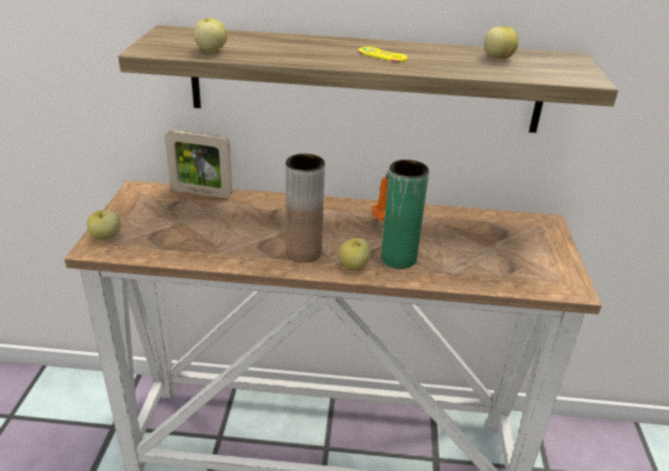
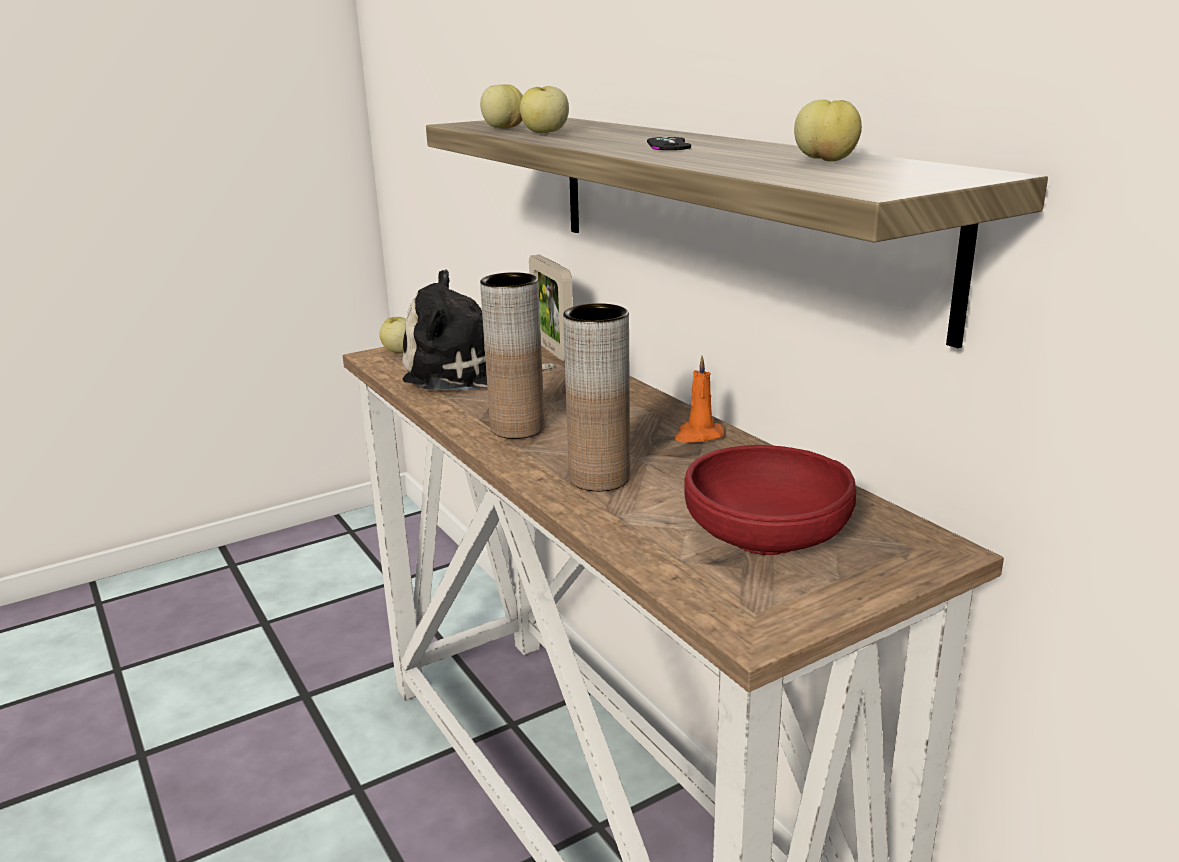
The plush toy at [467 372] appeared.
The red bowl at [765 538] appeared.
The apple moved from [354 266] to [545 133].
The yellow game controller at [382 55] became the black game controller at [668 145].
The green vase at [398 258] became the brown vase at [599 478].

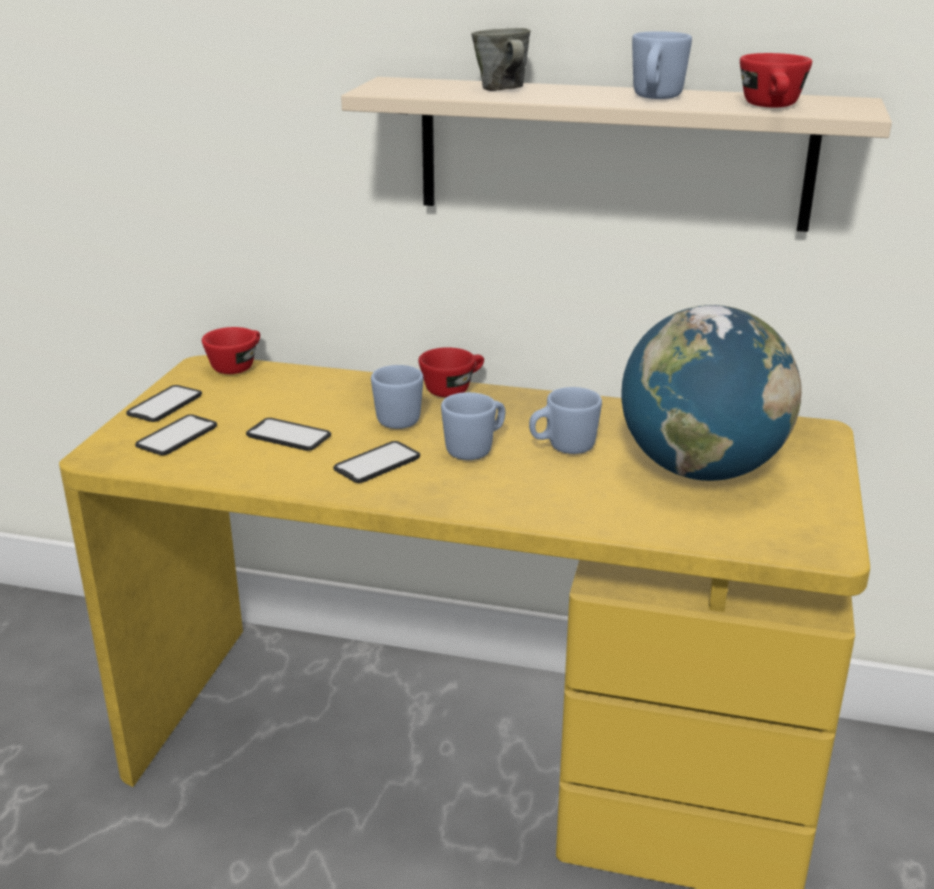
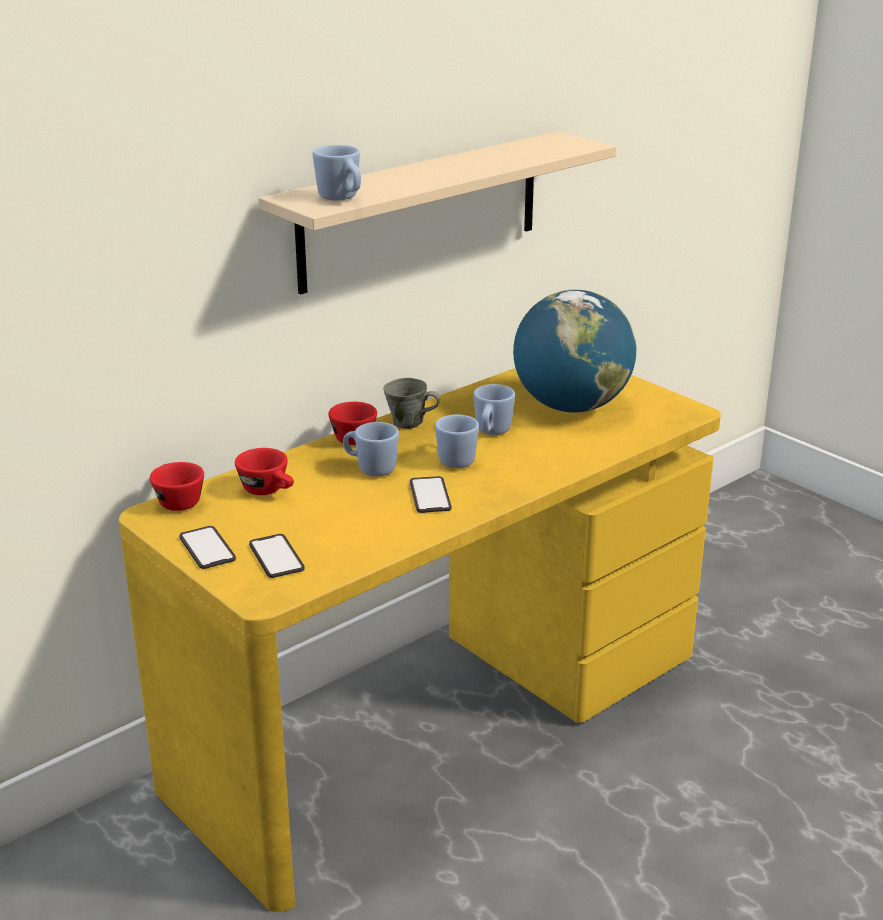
The phone at [288 436] disappeared.
The grey mug moved from [502 88] to [410 423].
The blue mug moved from [655 98] to [342 199].
The red cup moved from [773 106] to [269 491].

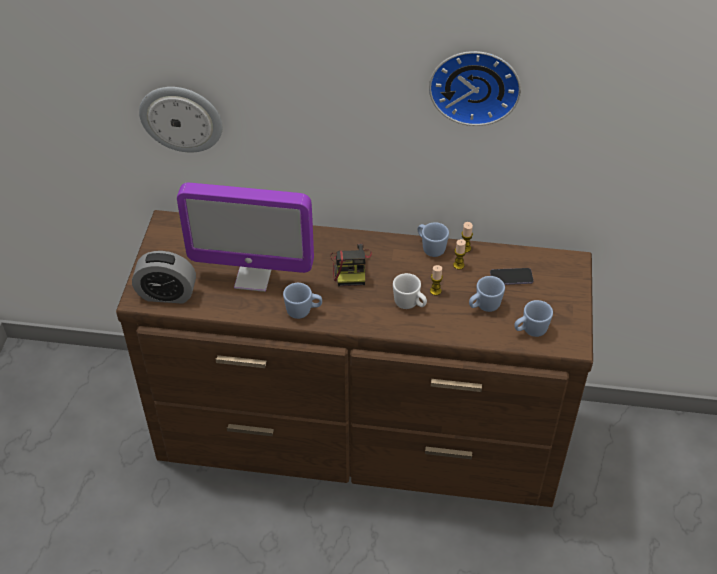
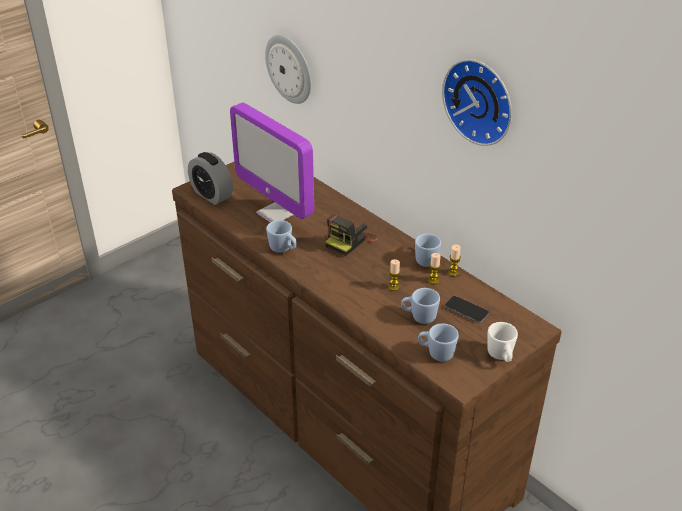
The white mug moved from [409 304] to [501 356].

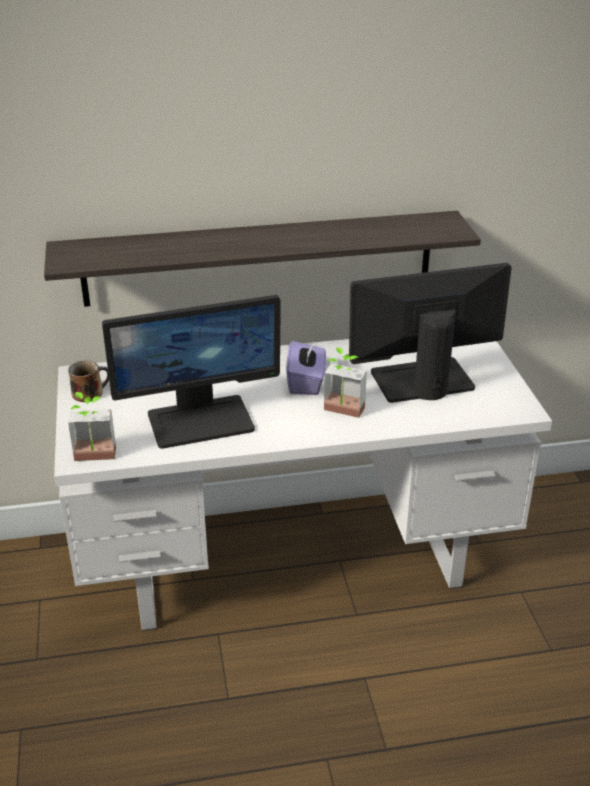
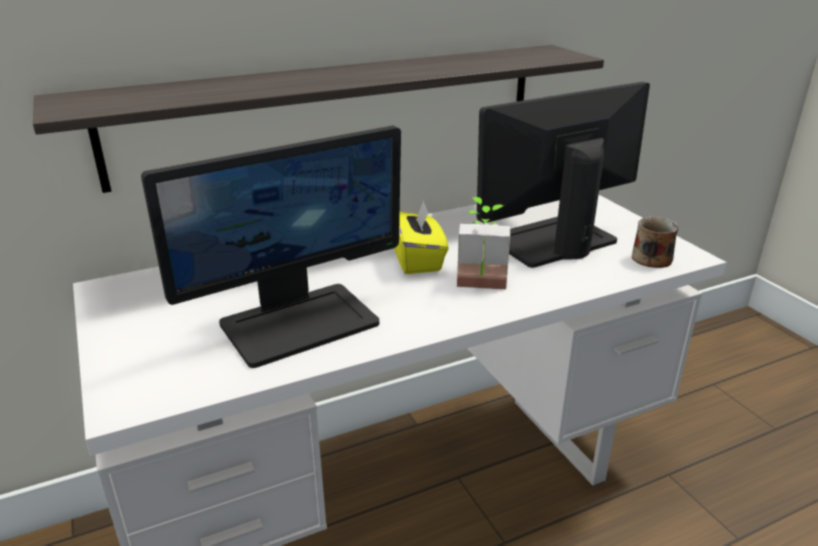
The potted plant at [94 459] disappeared.
The mug moved from [89 392] to [653 257].
The purple tissue box at [306 382] became the yellow tissue box at [417 259].

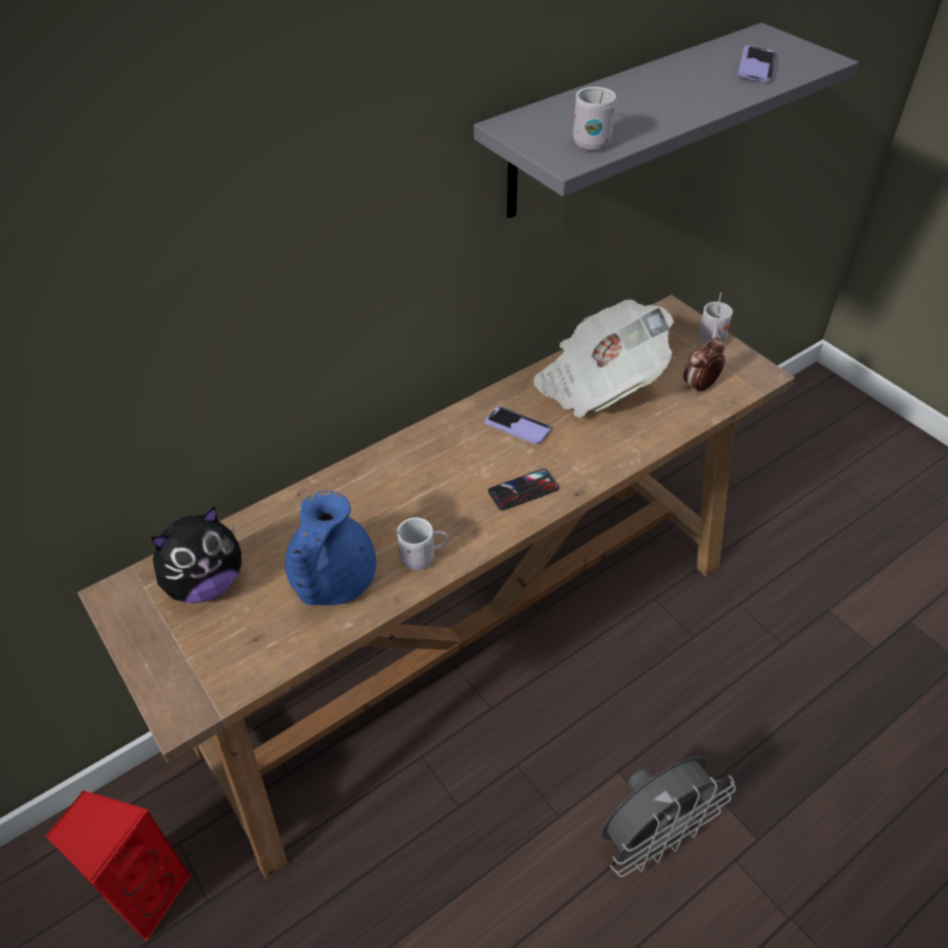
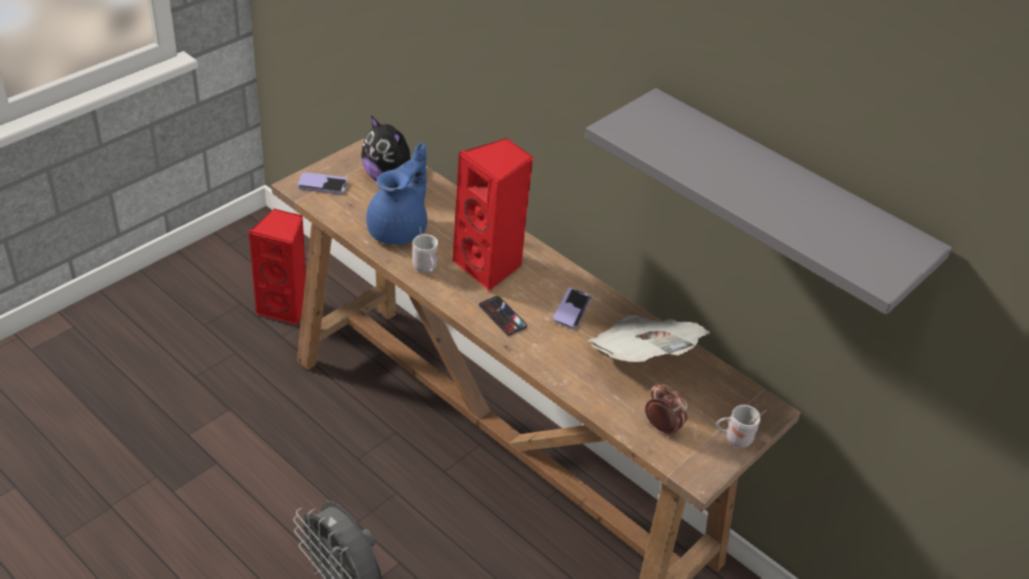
The white mug at [590 141] disappeared.
The red speaker at [490 266] appeared.
The phone moved from [756 66] to [323 185].
The blue teapot at [330 581] turned 120 degrees clockwise.

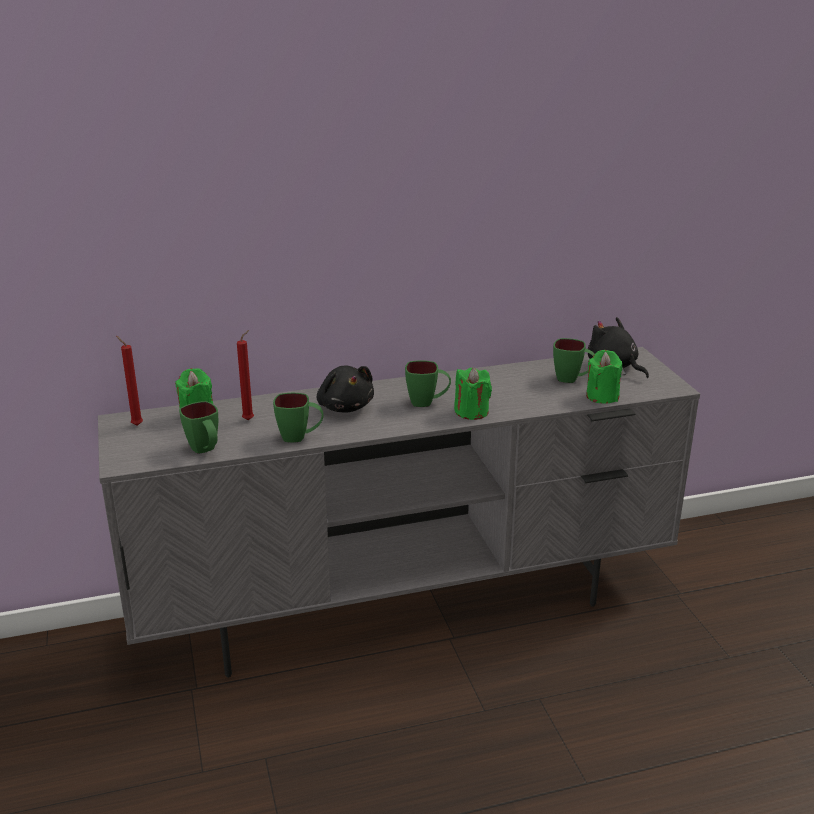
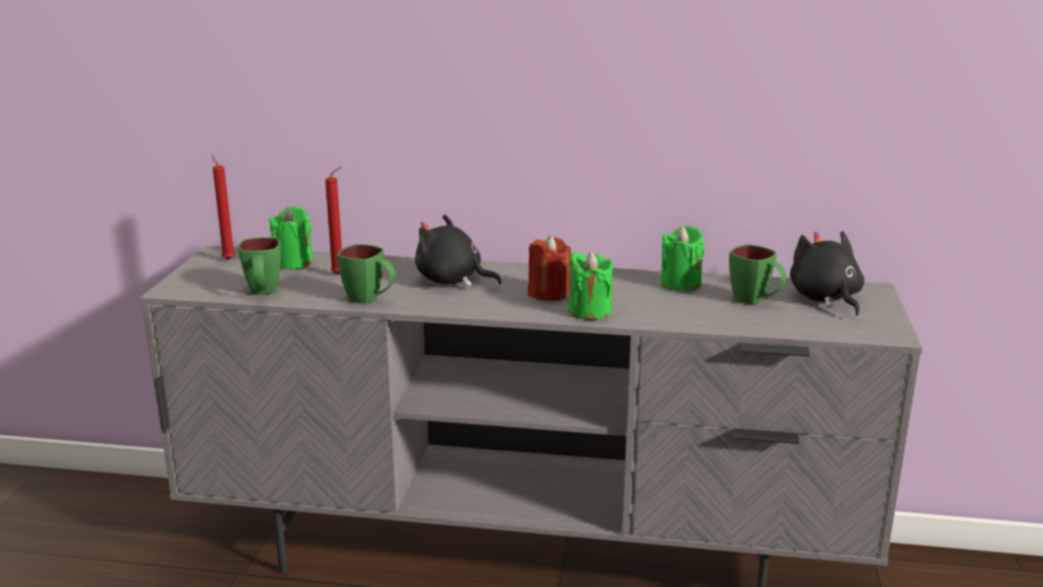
The green candle moved from [602 396] to [680 284].
The green mug at [427 402] was replaced by the red candle at [548 293].
The black plush toy at [345 406] turned 120 degrees clockwise.

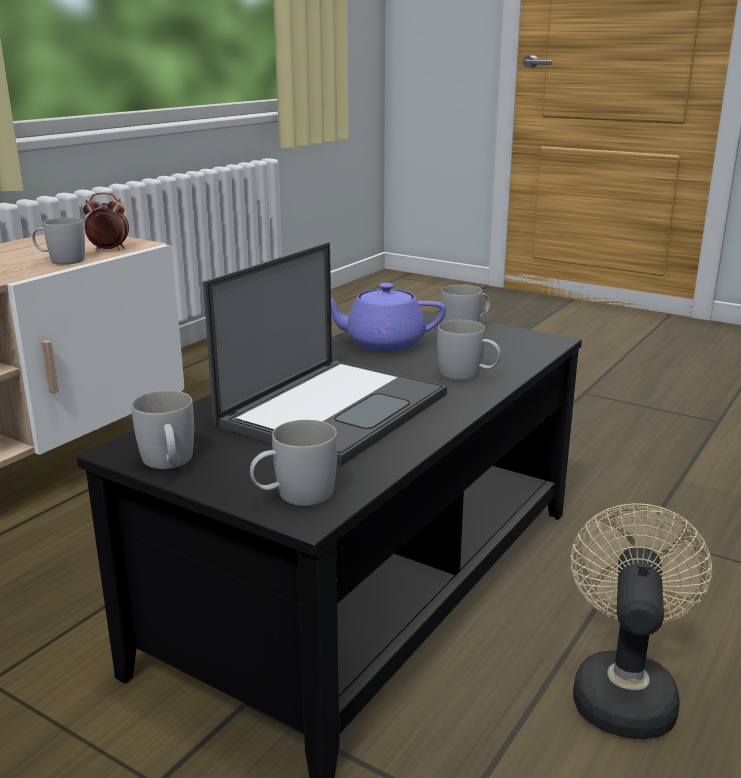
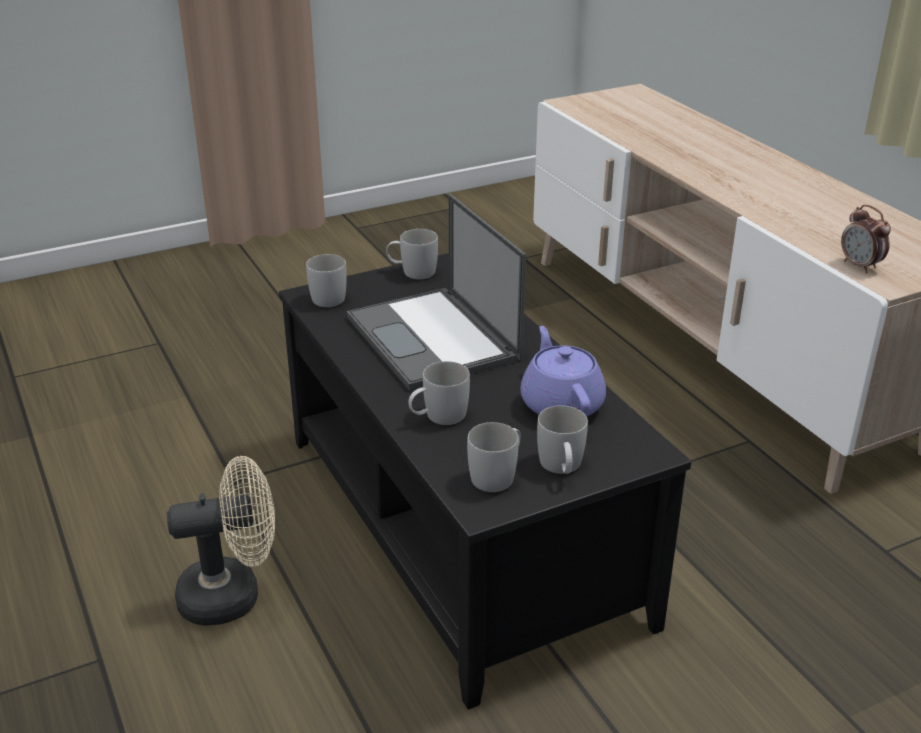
The white mug moved from [61 260] to [497 475].
The alarm clock at [109 250] turned 120 degrees clockwise.
The purple teapot at [383 343] turned 45 degrees counterclockwise.
The beige fan at [623 690] turned 60 degrees counterclockwise.

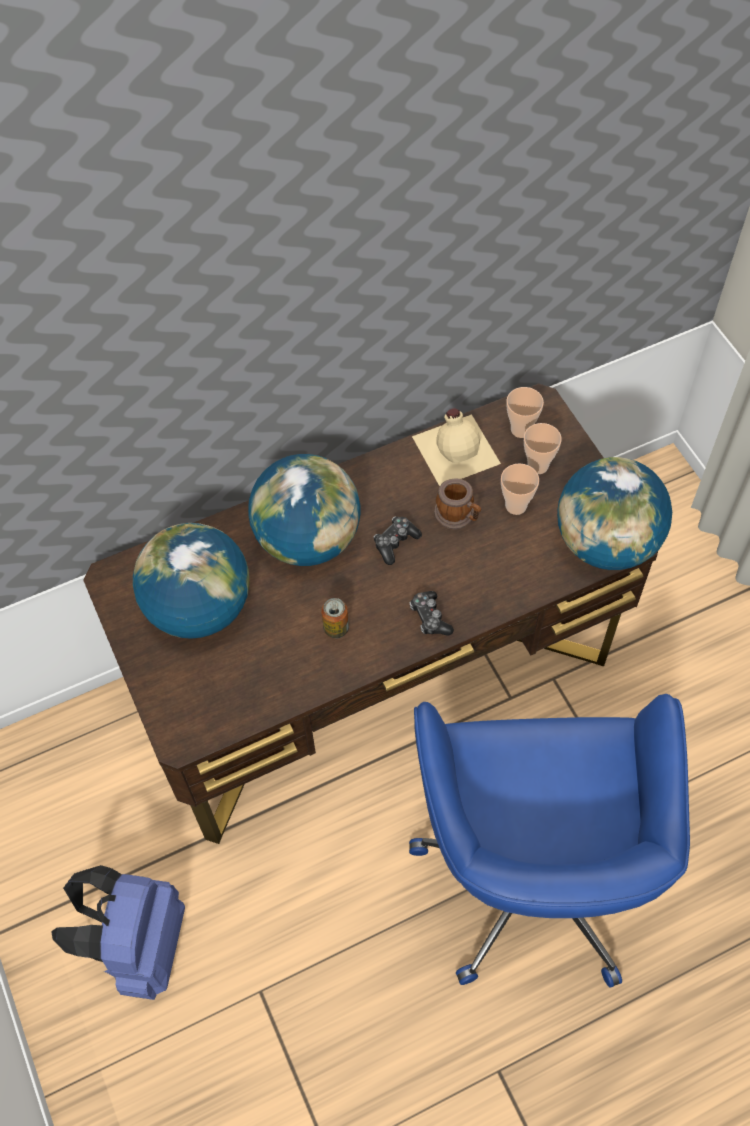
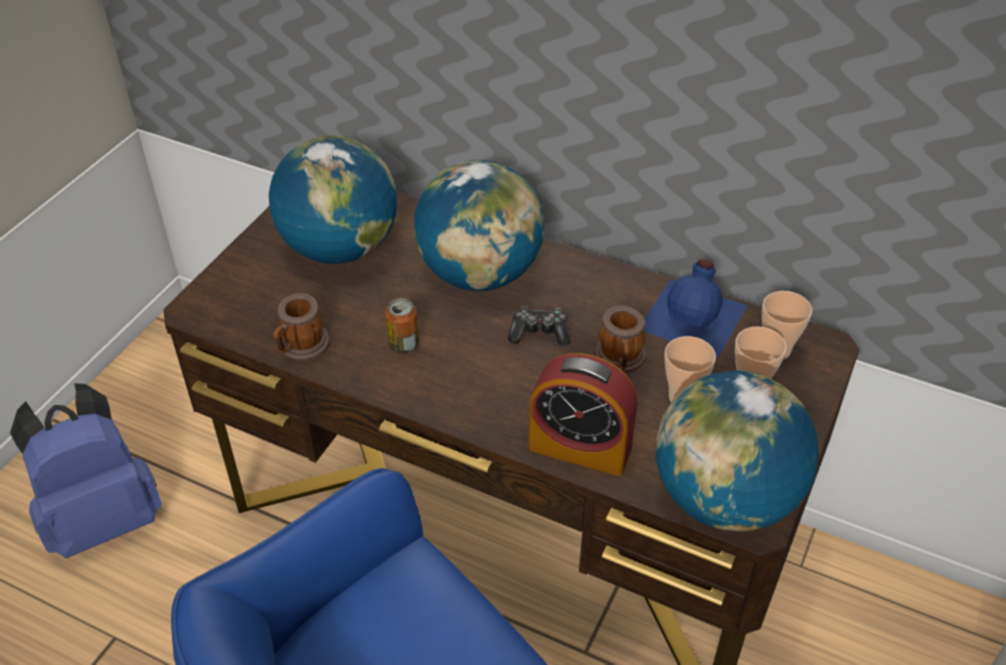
The game controller at [430 618] disappeared.
The mug at [300 347] appeared.
The alarm clock at [580 447] appeared.
The beige bottle at [456 448] became the blue bottle at [695 316].

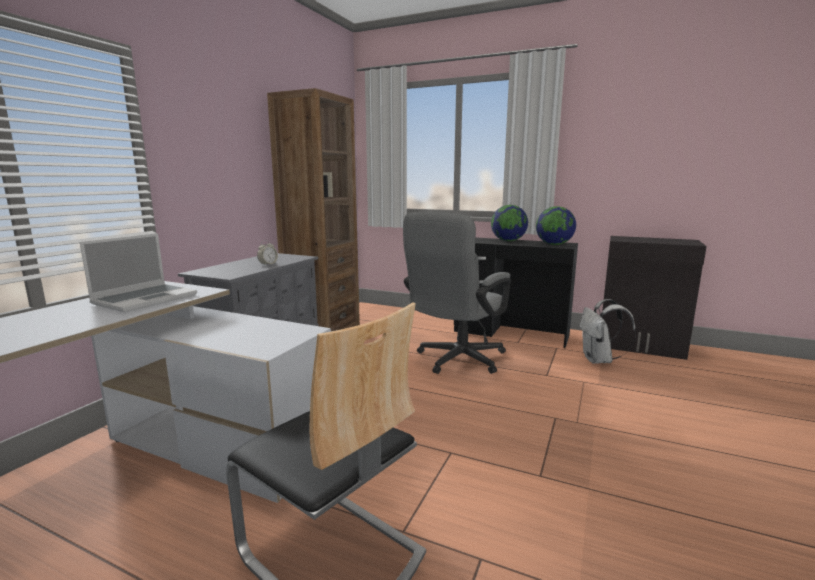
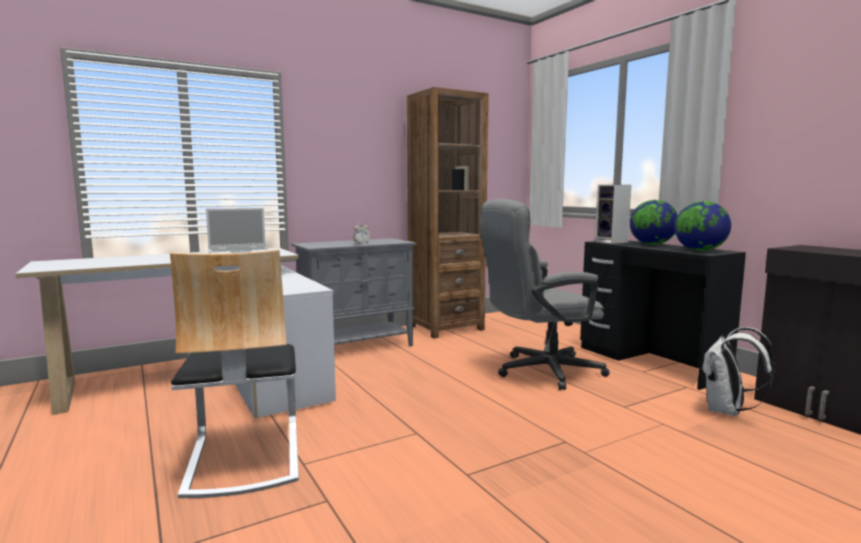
The speaker at [612 242] appeared.

